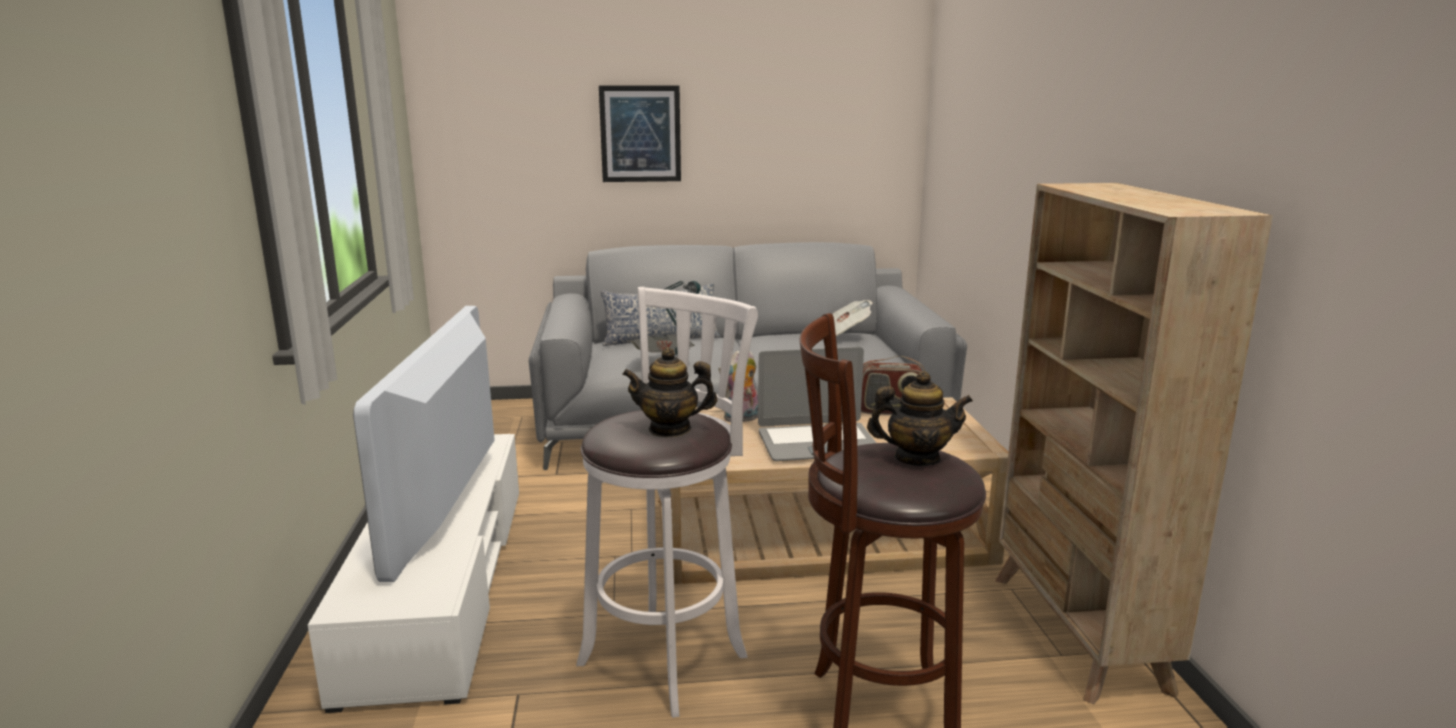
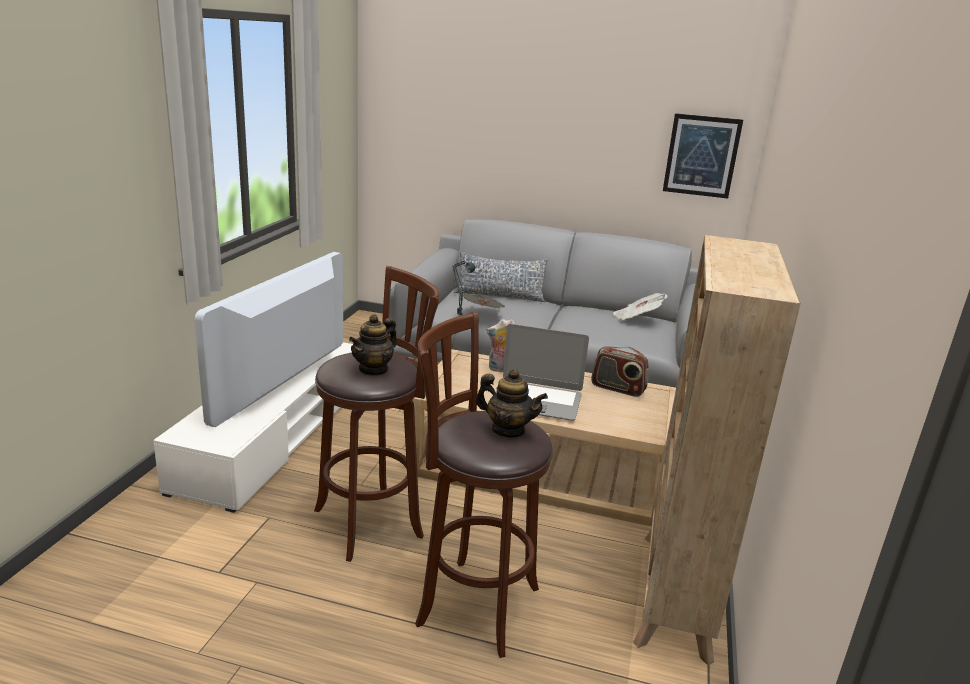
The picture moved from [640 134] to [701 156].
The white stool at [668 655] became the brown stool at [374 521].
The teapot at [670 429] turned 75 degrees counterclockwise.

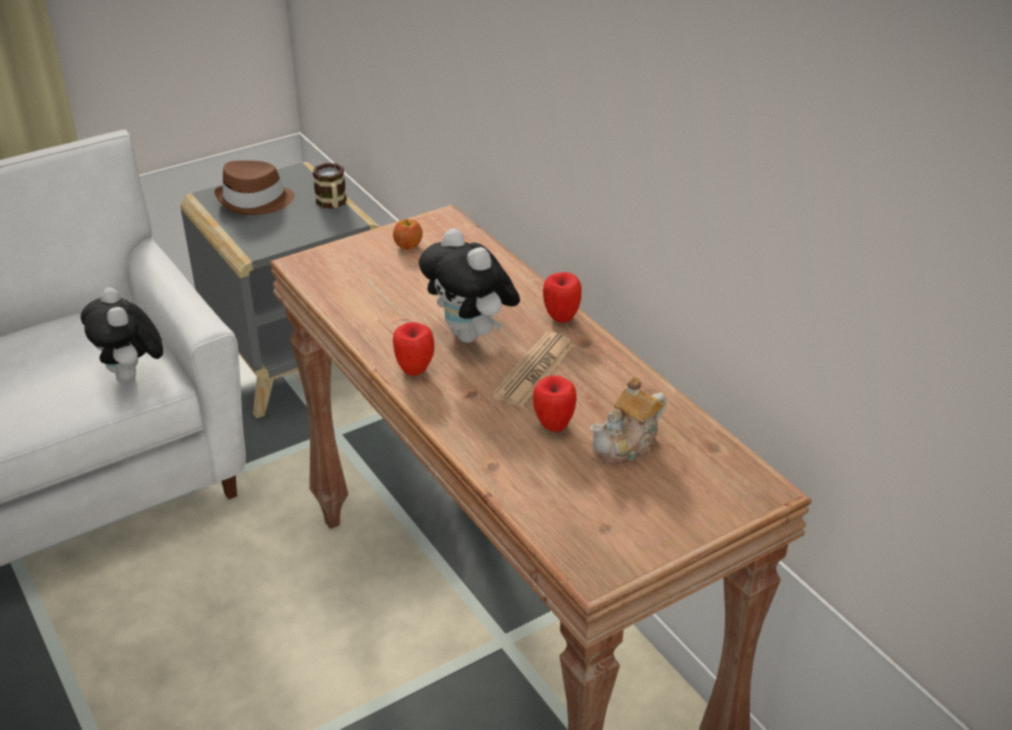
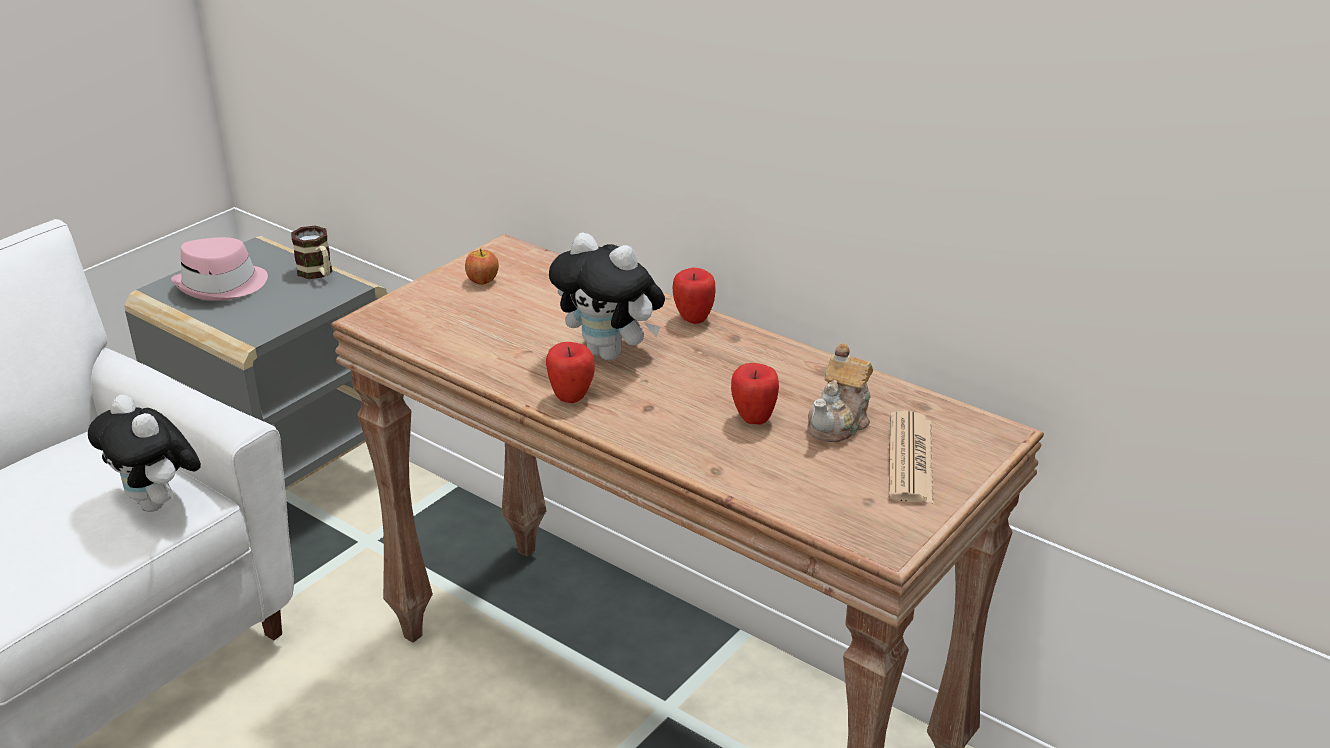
The newspaper moved from [534 371] to [910 459].
The brown hat at [255 201] became the pink hat at [222 285].

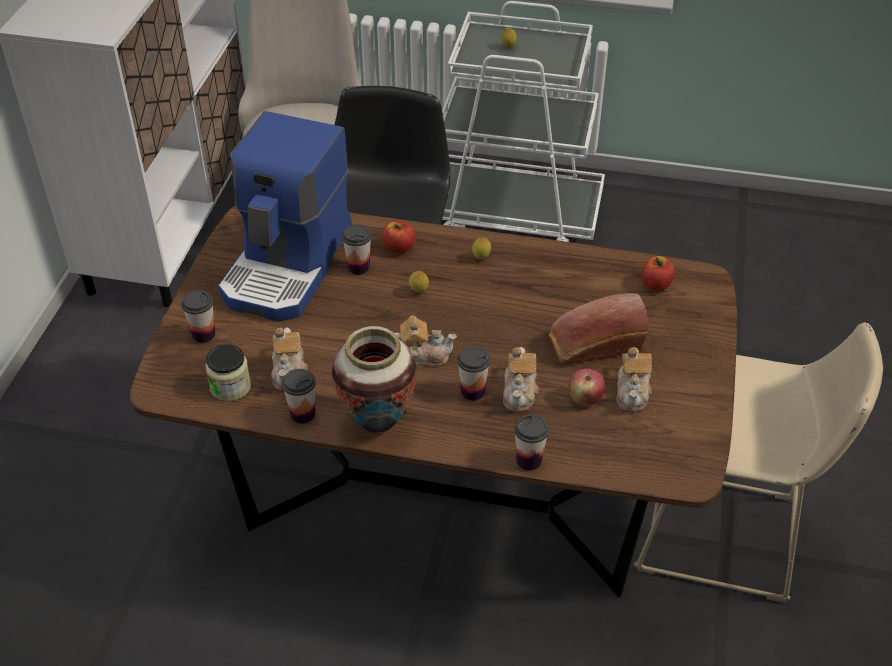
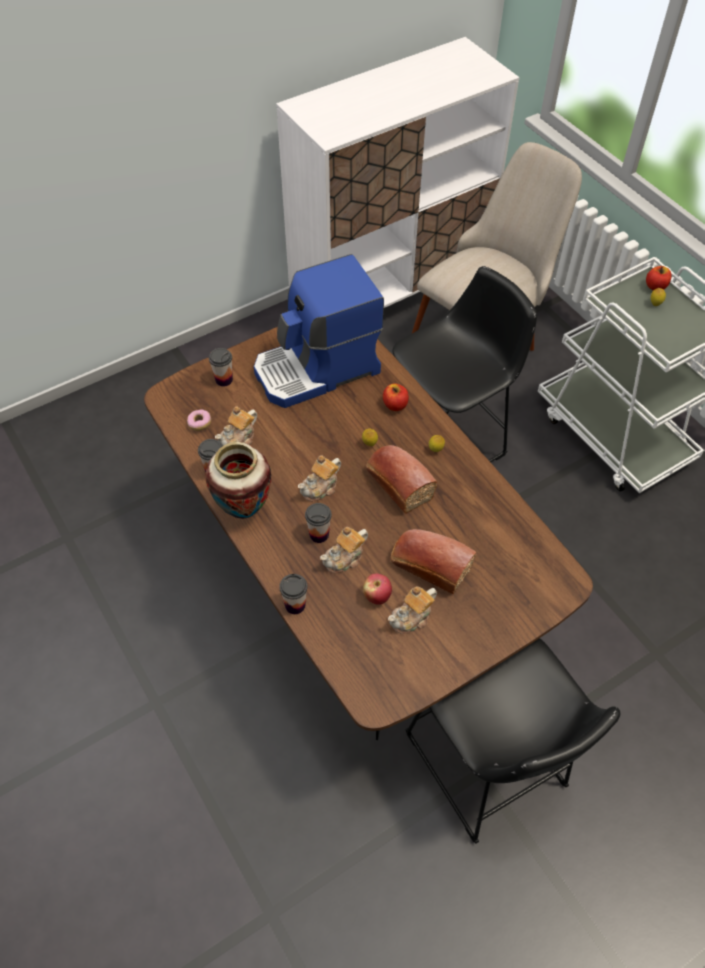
The cup at [358 267] disappeared.
The bread at [397 483] appeared.
The apple moved from [656 284] to [655 286].
The jar at [230 387] was replaced by the donut at [199 423].
The beige stool at [727 537] became the black stool at [489 768].
The teapot at [423 355] turned 90 degrees clockwise.

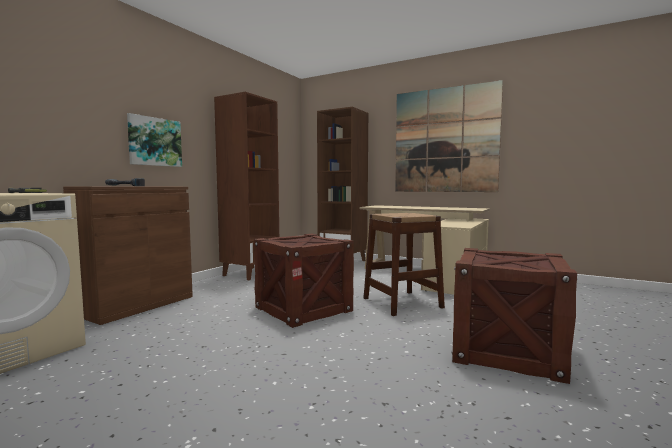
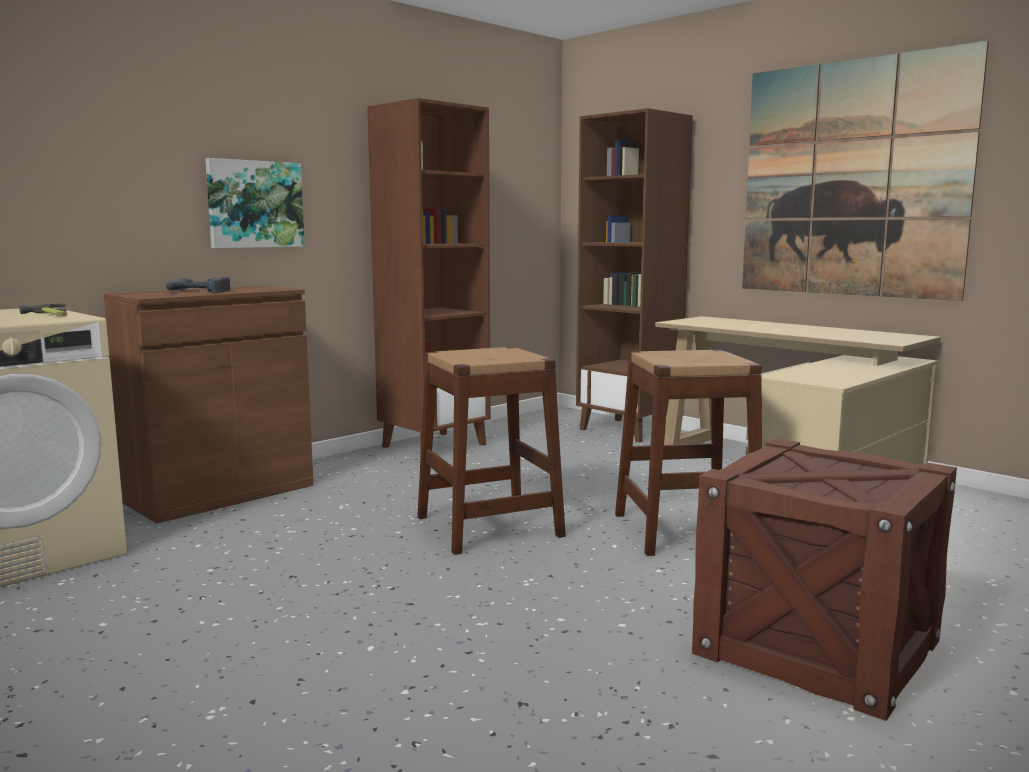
The crate at [303 309] was replaced by the brown stool at [489 526].

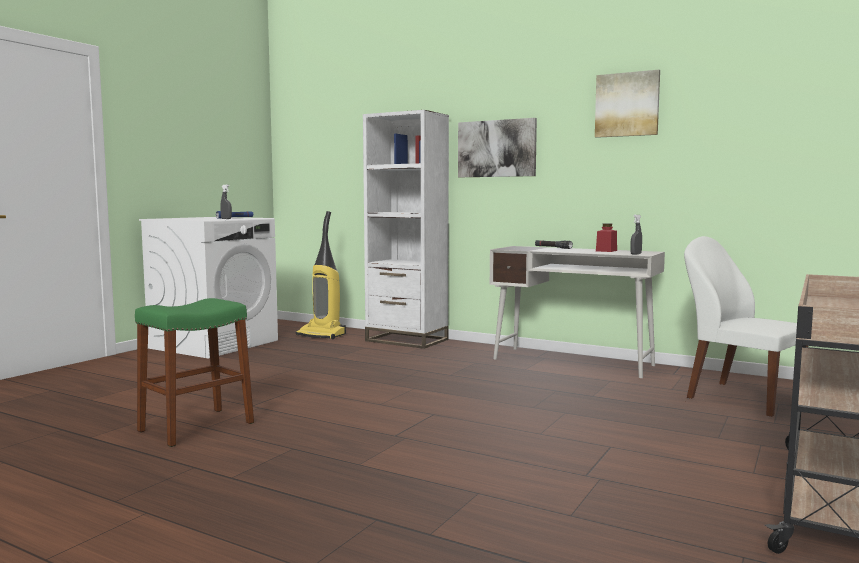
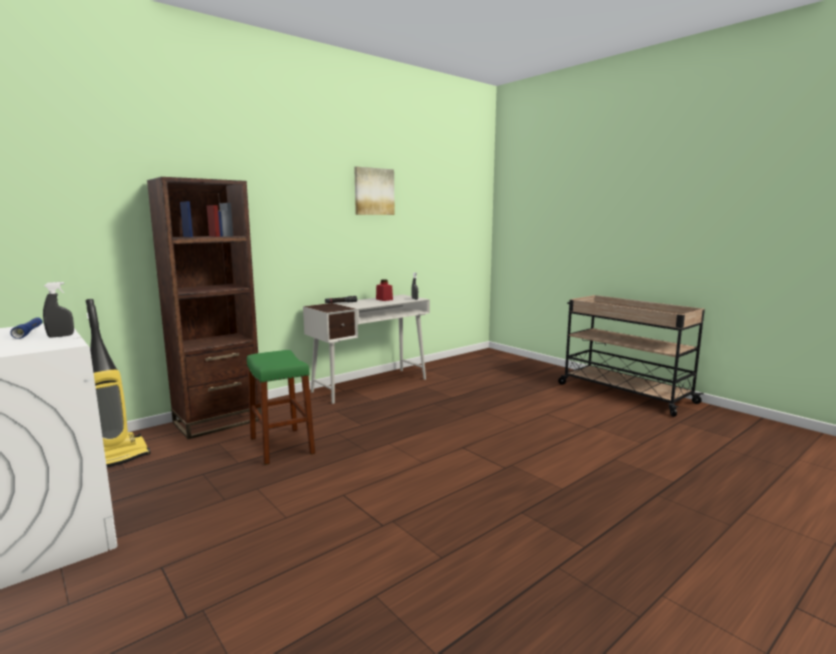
The picture at [497 148] disappeared.
The white chair at [741 398] disappeared.
The green stool moved from [196 427] to [281 445].
The white bookcase at [406 340] became the brown bookcase at [218 421].

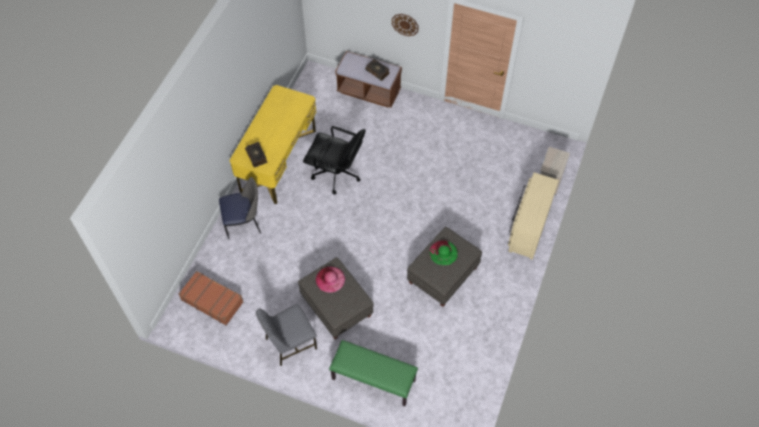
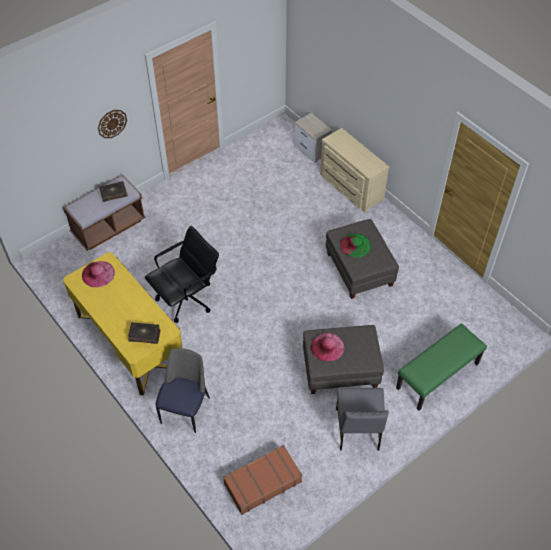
The pink hat at [98 274] appeared.

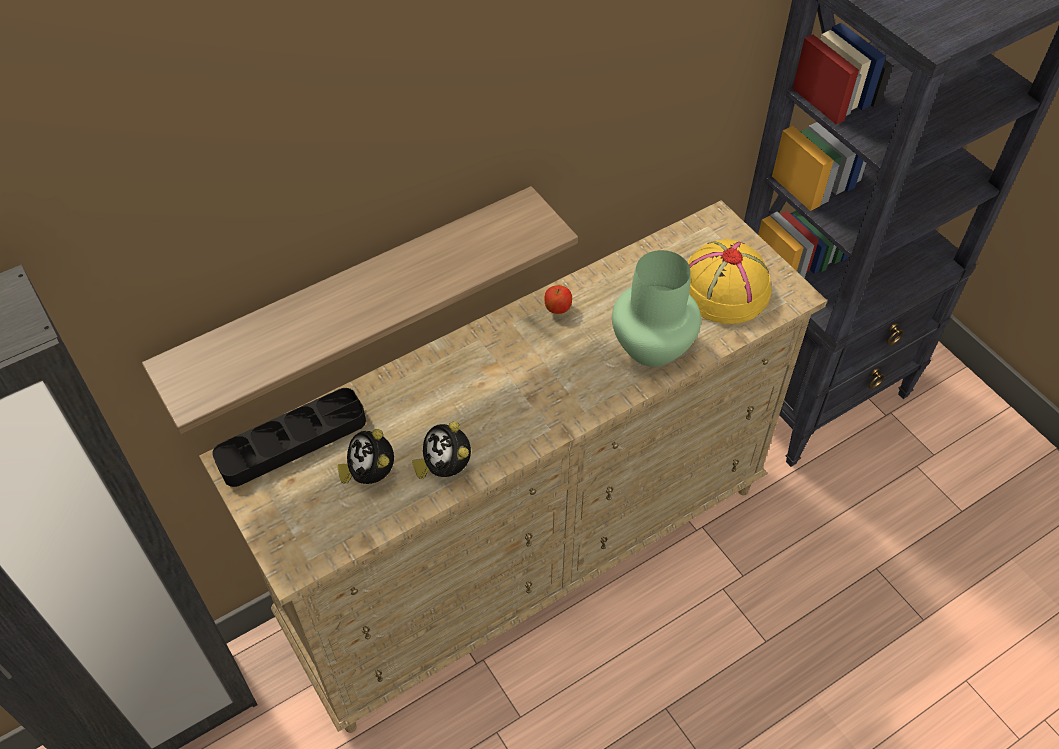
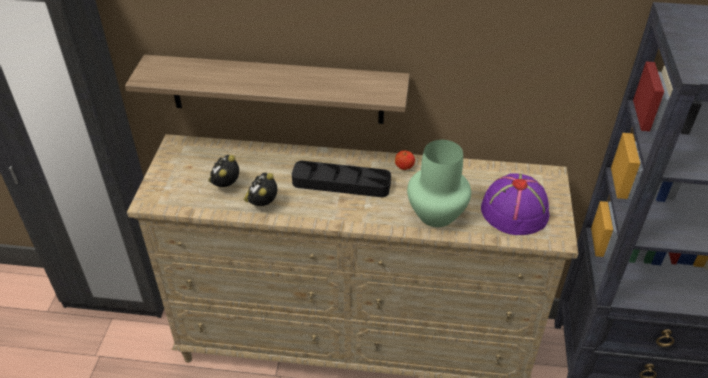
The black tray moved from [292 441] to [341 183].
The yellow hat at [723 288] became the purple hat at [514 210].

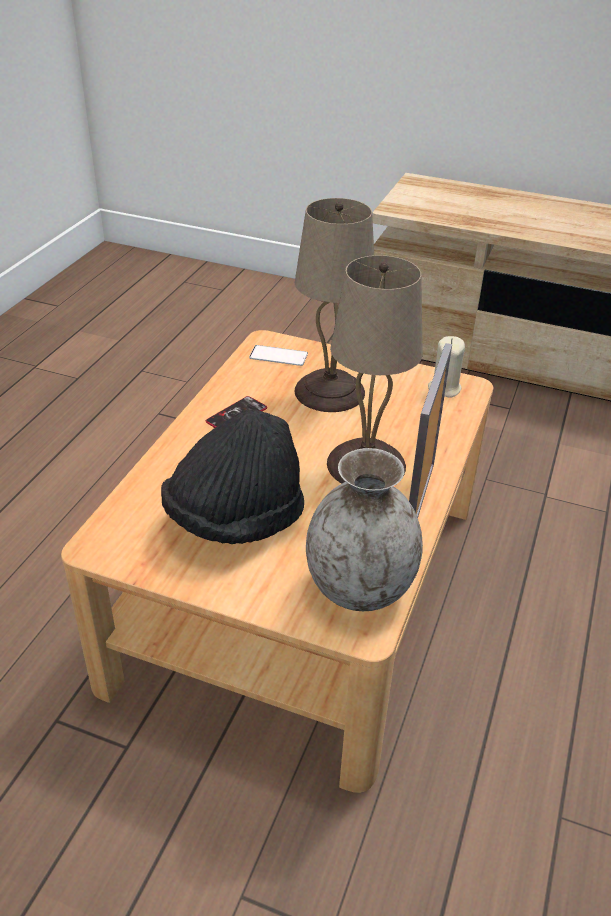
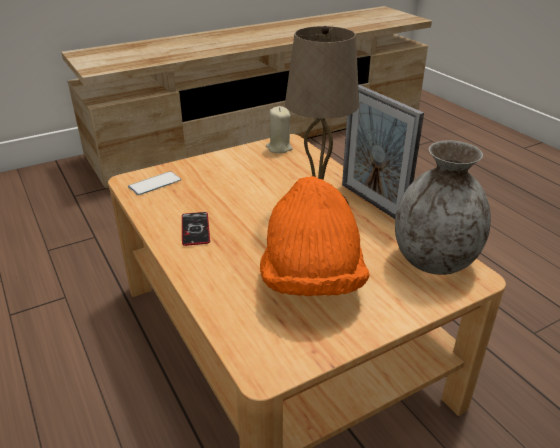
The beige table lamp at [330 392] disappeared.
The black hat at [235 518] became the orange hat at [311 281].

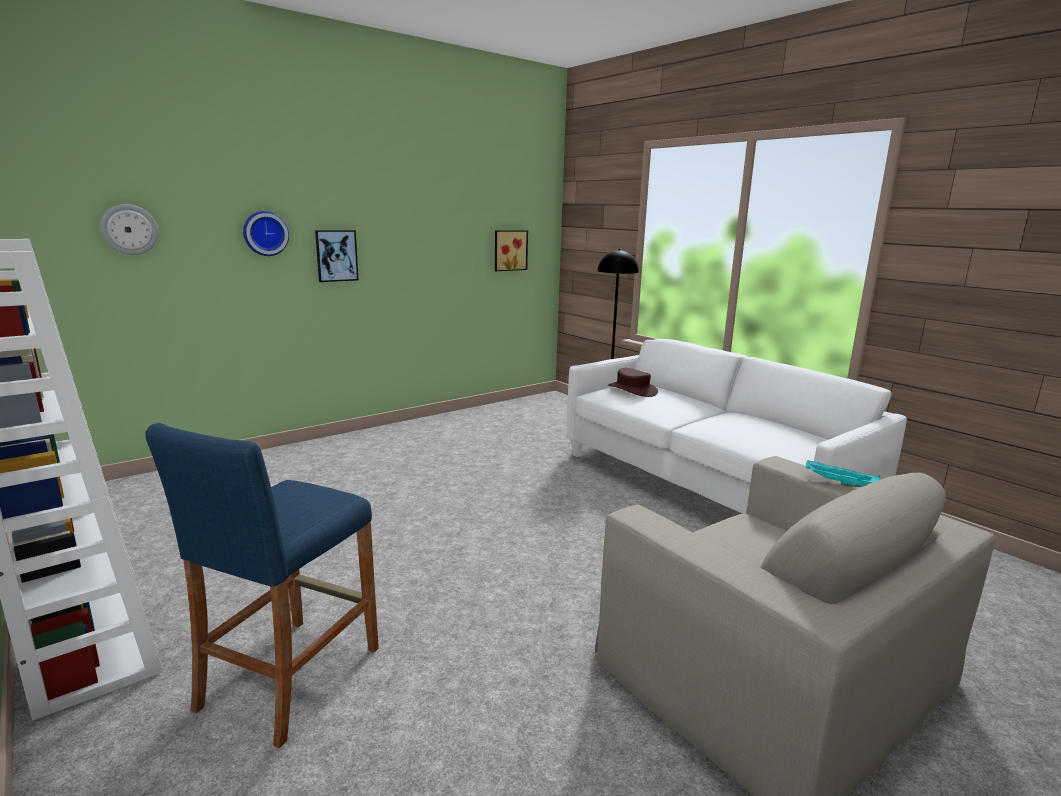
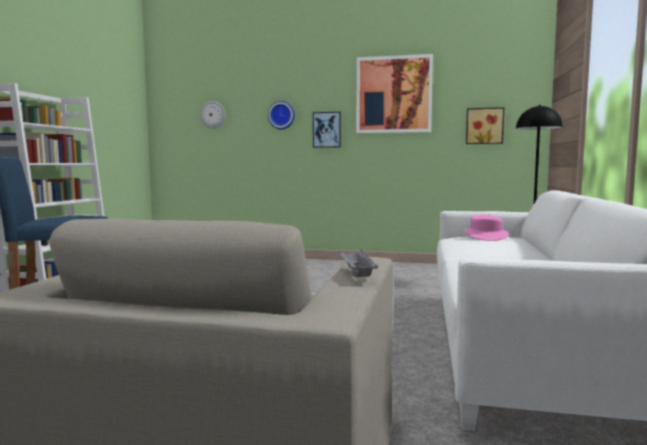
The picture at [393 94] appeared.
The brown hat at [632 390] became the pink hat at [485 236].
The turquoise tray at [837 483] became the grey tray at [356 274].

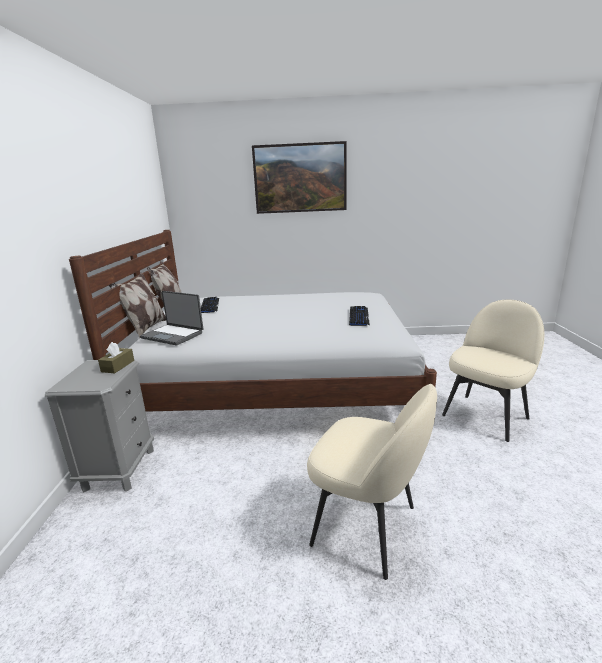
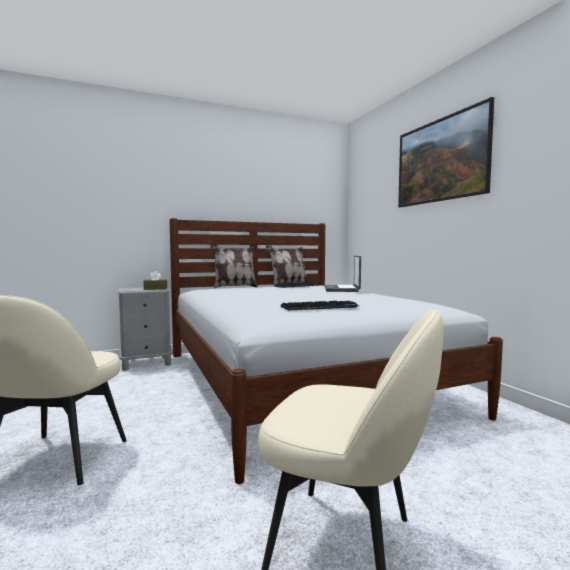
The laptop moved from [173 335] to [342 289].

